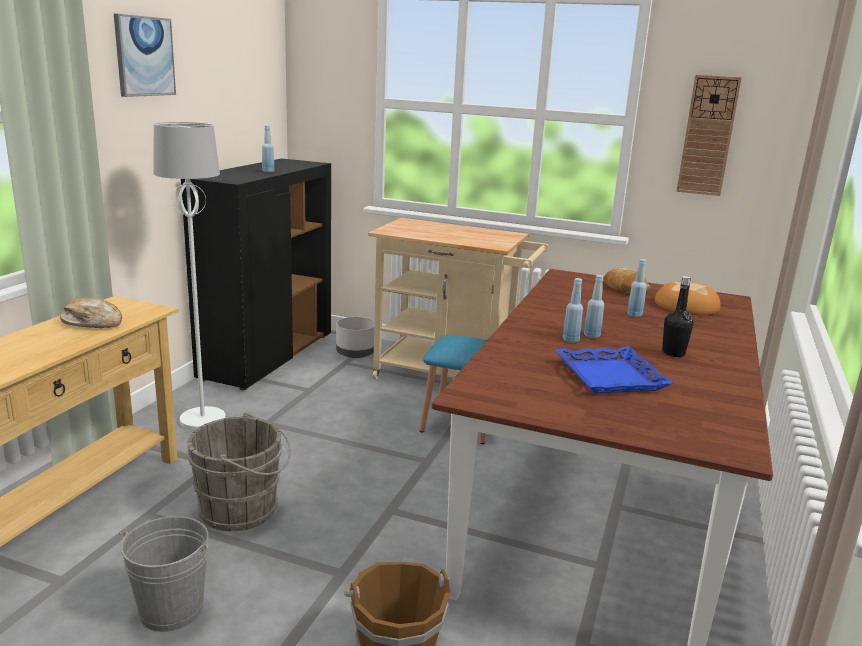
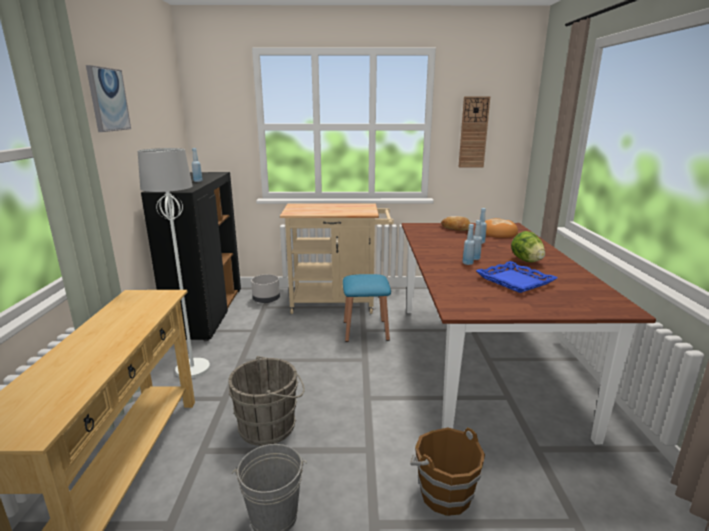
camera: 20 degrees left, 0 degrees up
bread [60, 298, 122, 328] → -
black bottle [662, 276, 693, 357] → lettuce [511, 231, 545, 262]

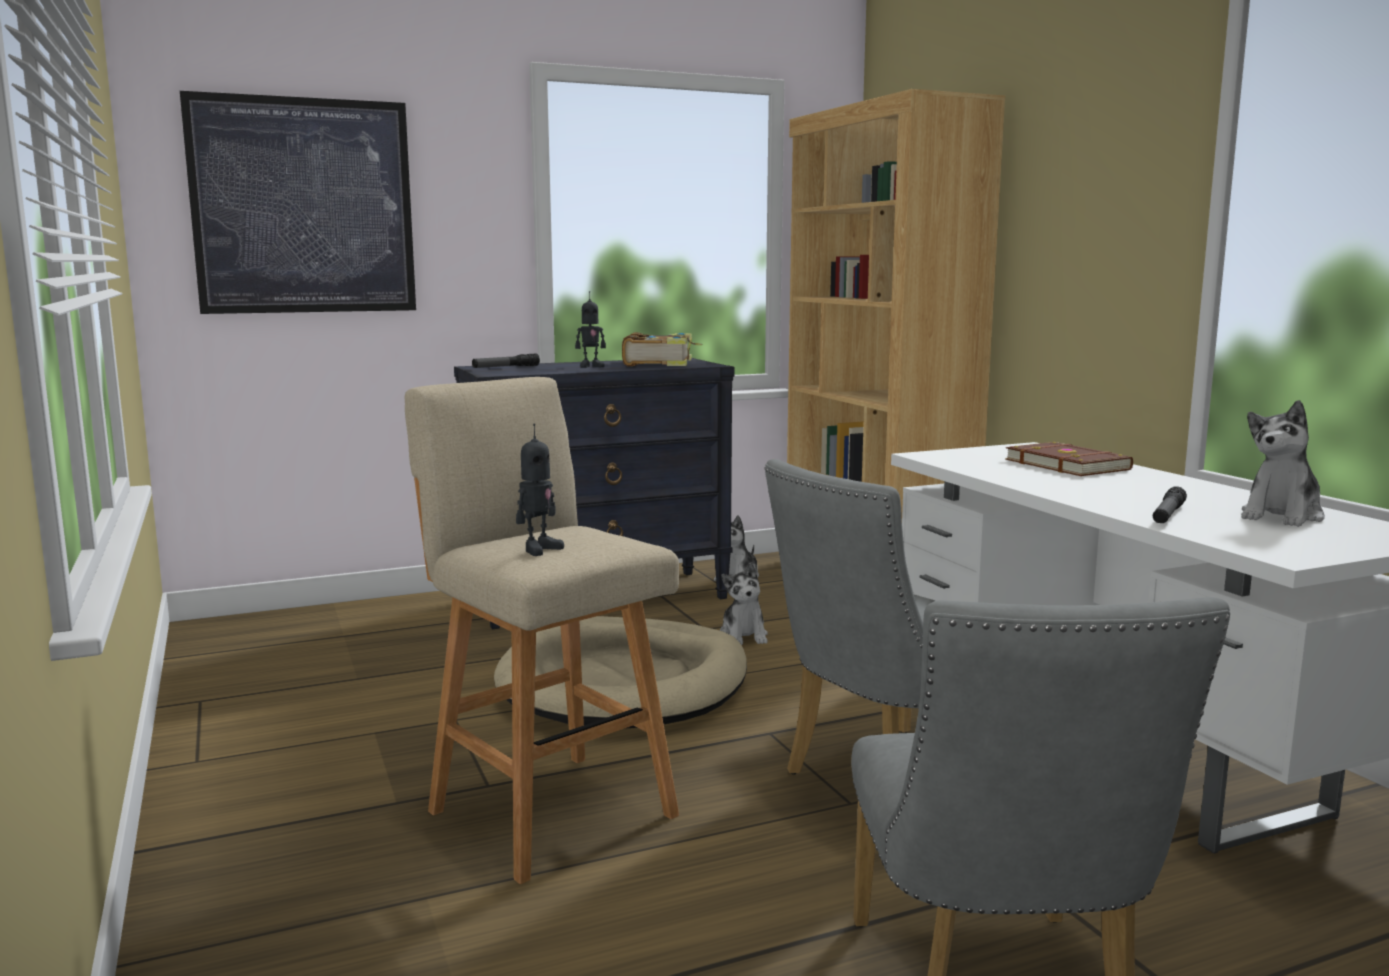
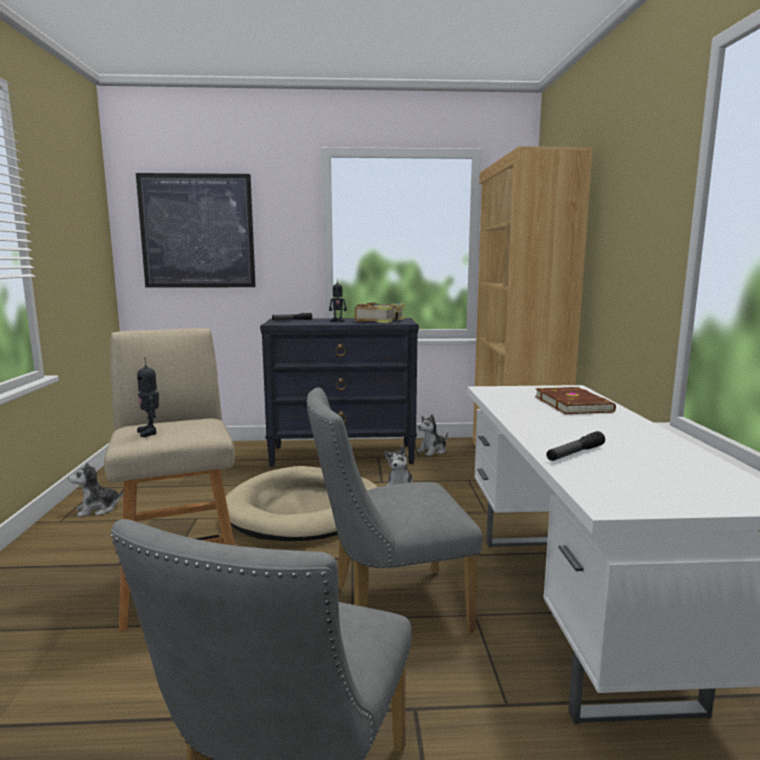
camera: 20 degrees right, 0 degrees up
plush toy [1241, 400, 1325, 527] → plush toy [68, 462, 123, 517], relocated
toy robot [516, 424, 564, 556] → toy robot [137, 357, 159, 437], 90 degrees clockwise

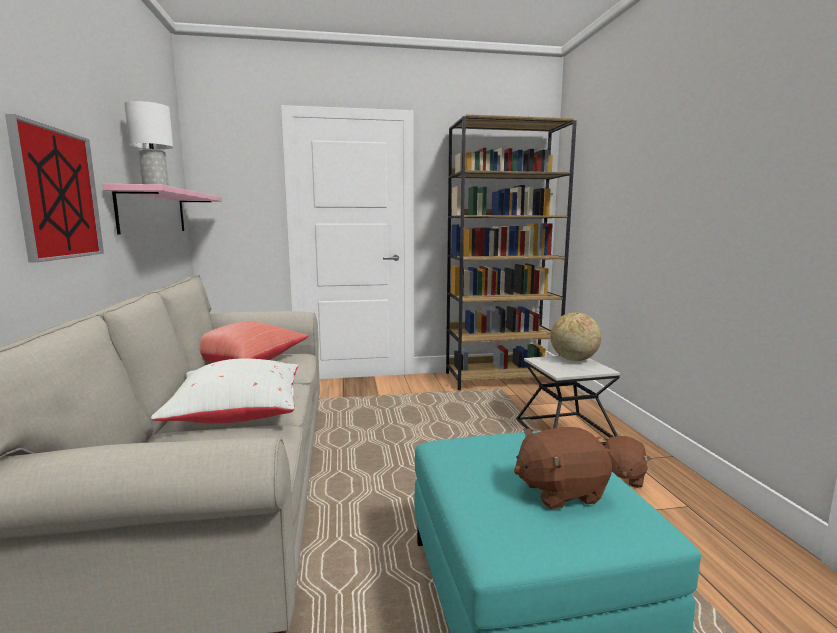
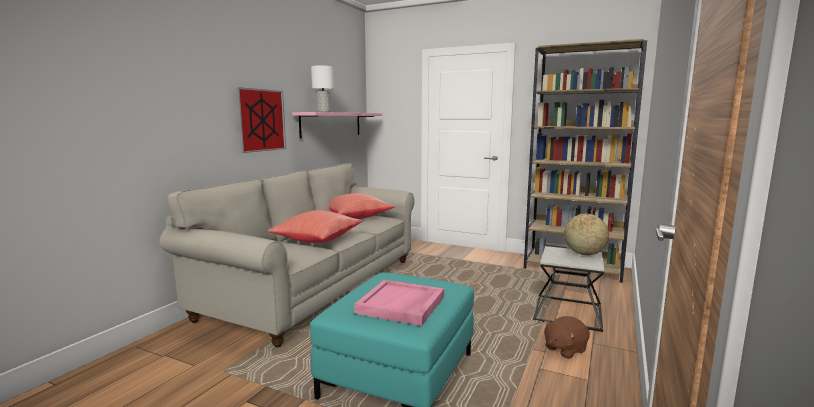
camera: 35 degrees right, 0 degrees up
brown plush toy [514, 427, 612, 509] → pink tray [354, 280, 444, 326]
white pillow [151, 358, 298, 423] → red pillow [268, 210, 362, 243]

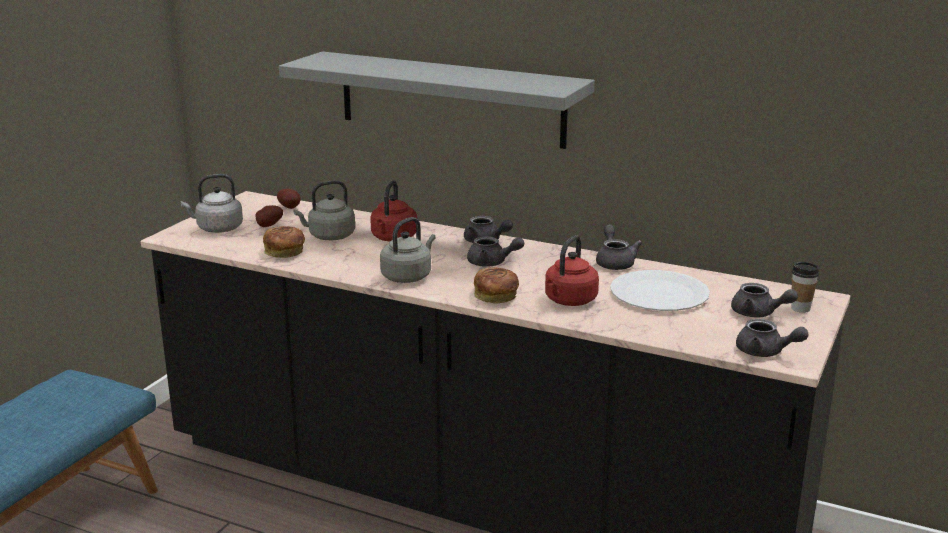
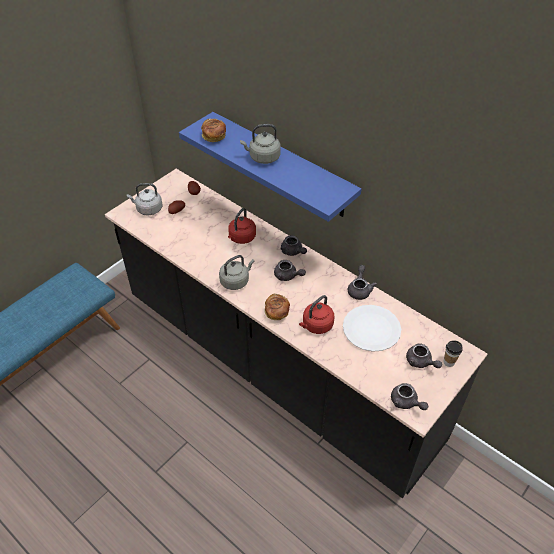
camera: 15 degrees right, 25 degrees up
bread [263, 226, 305, 258] → bread [201, 119, 226, 142], relocated
grey kettle [294, 180, 355, 240] → grey kettle [240, 124, 281, 164], relocated
grey shelf [279, 51, 595, 149] → blue shelf [179, 112, 362, 222]

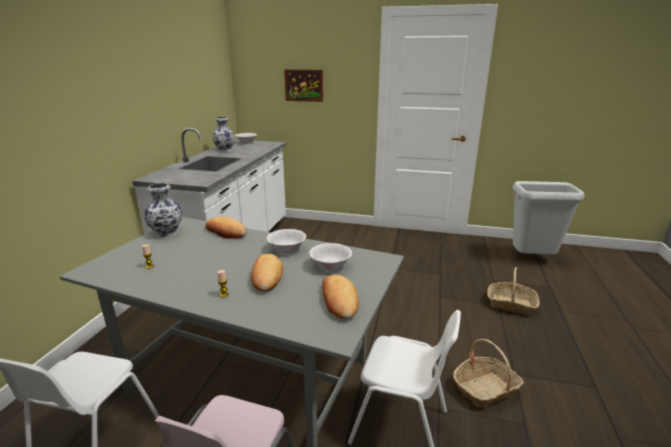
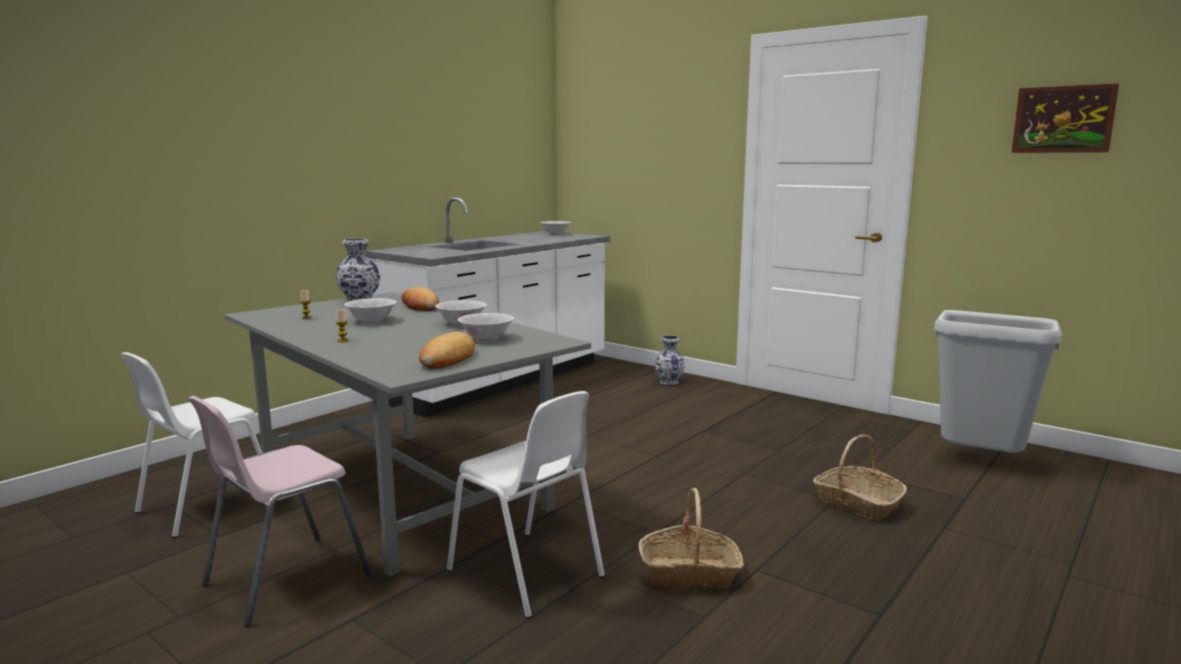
camera: 25 degrees right, 10 degrees down
bread [251, 254, 283, 292] → -
- → white bowl [344, 298, 397, 323]
vase [212, 117, 235, 152] → vase [655, 335, 685, 385], relocated
picture [284, 69, 323, 102] → picture [1011, 83, 1119, 153], relocated

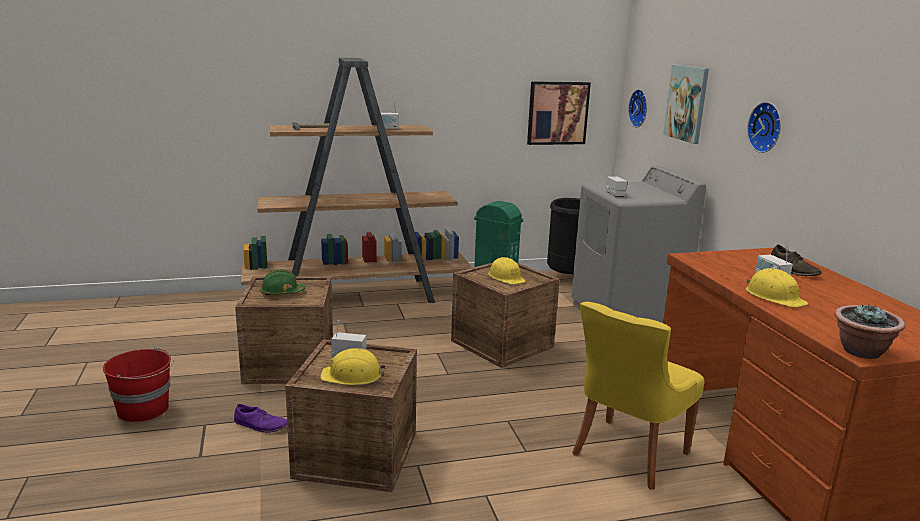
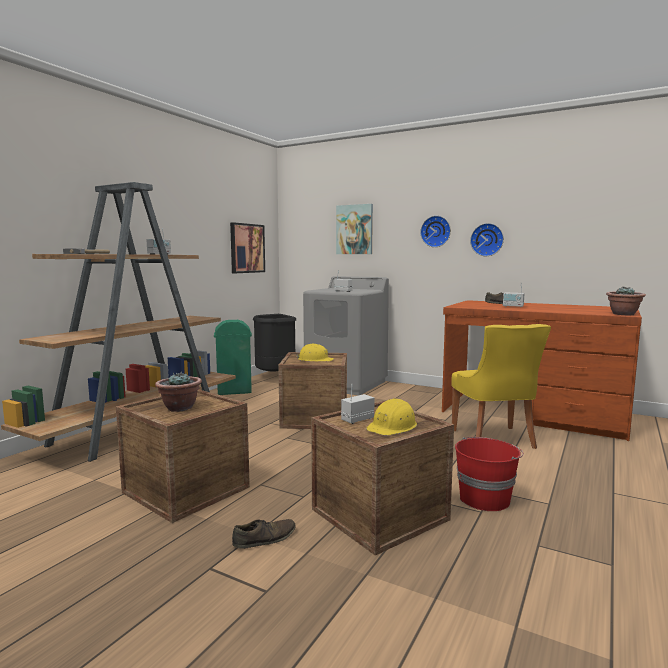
camera: 45 degrees left, 10 degrees down
yellow hard hat [746, 268, 808, 307] → -
red bucket [103, 348, 174, 422] → red bucket [455, 437, 524, 511], relocated
wall clock [628, 89, 647, 127] → wall clock [470, 223, 504, 256], relocated
green hard hat [260, 269, 305, 295] → potted plant [155, 371, 202, 412]
purple shoe [234, 404, 287, 433] → brown shoe [232, 519, 296, 549]

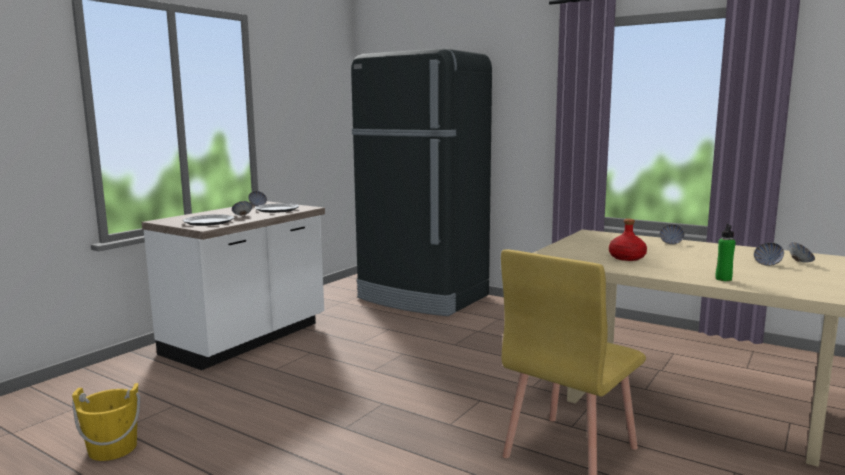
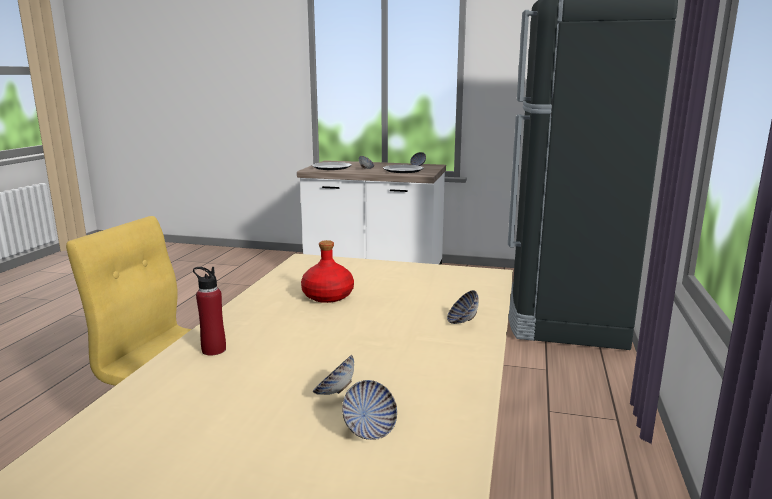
camera: 70 degrees right, 5 degrees up
yellow bucket [72, 383, 140, 461] → -
green bottle [715, 224, 736, 281] → red bottle [193, 267, 226, 355]

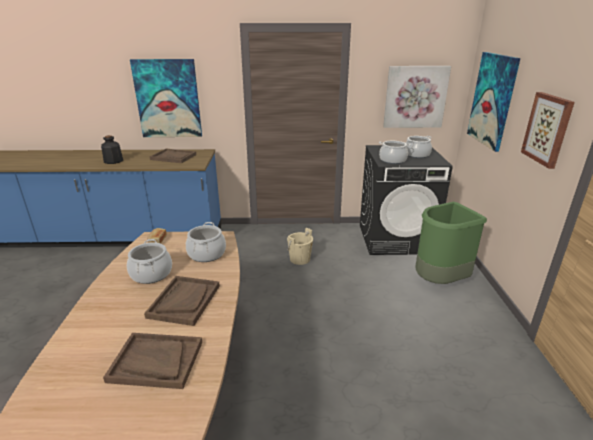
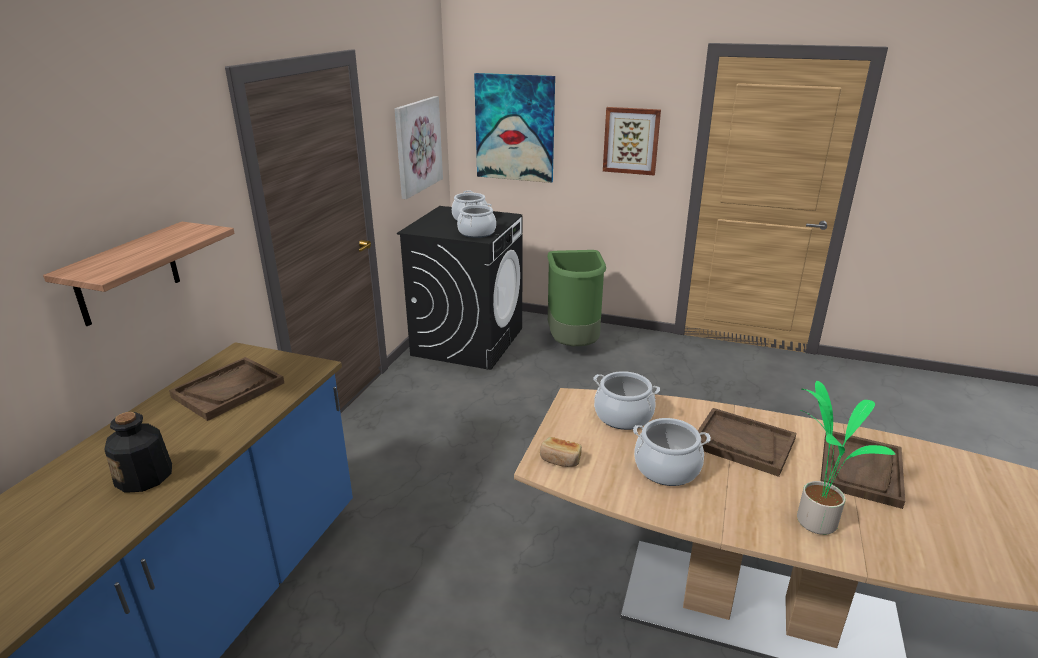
camera: 70 degrees left, 0 degrees up
beige bucket [287, 228, 313, 265] → -
- → potted plant [797, 381, 896, 535]
picture [130, 59, 202, 137] → shelf [43, 222, 235, 326]

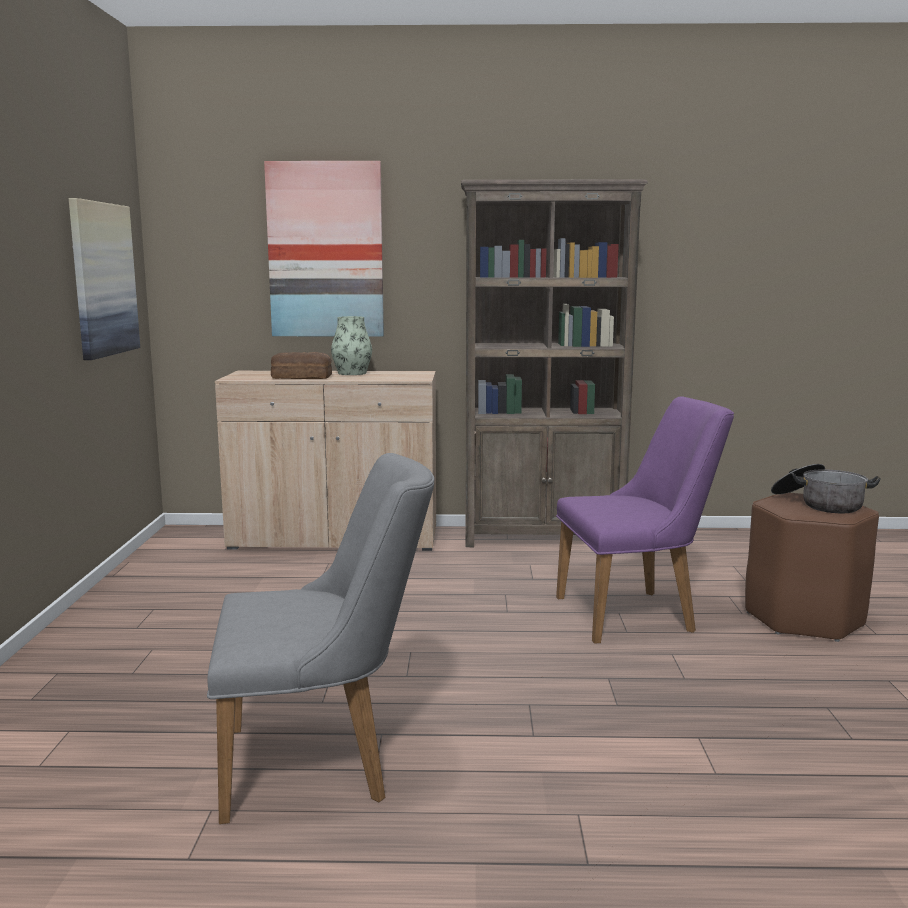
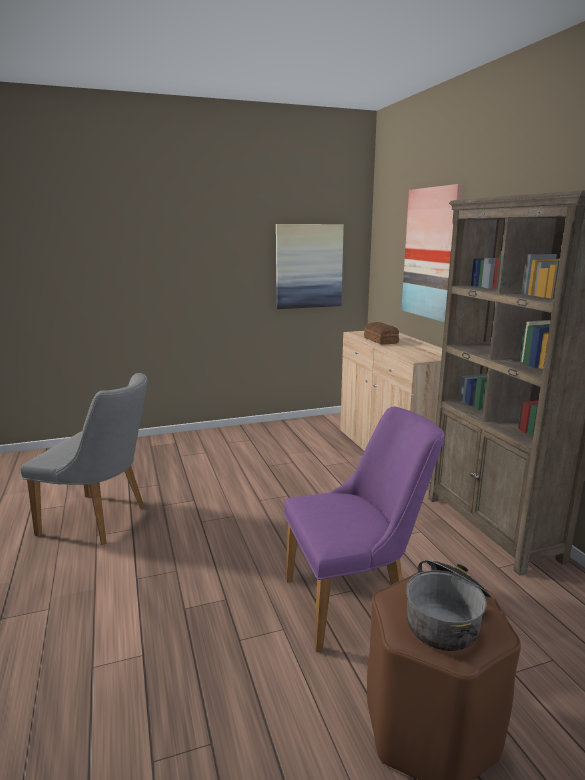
camera: 70 degrees right, 5 degrees up
vase [331, 316, 372, 375] → -
grey chair [207, 453, 435, 824] → grey chair [20, 373, 147, 545], 45 degrees counterclockwise
purple chair [556, 396, 734, 644] → purple chair [283, 406, 445, 652], 75 degrees counterclockwise

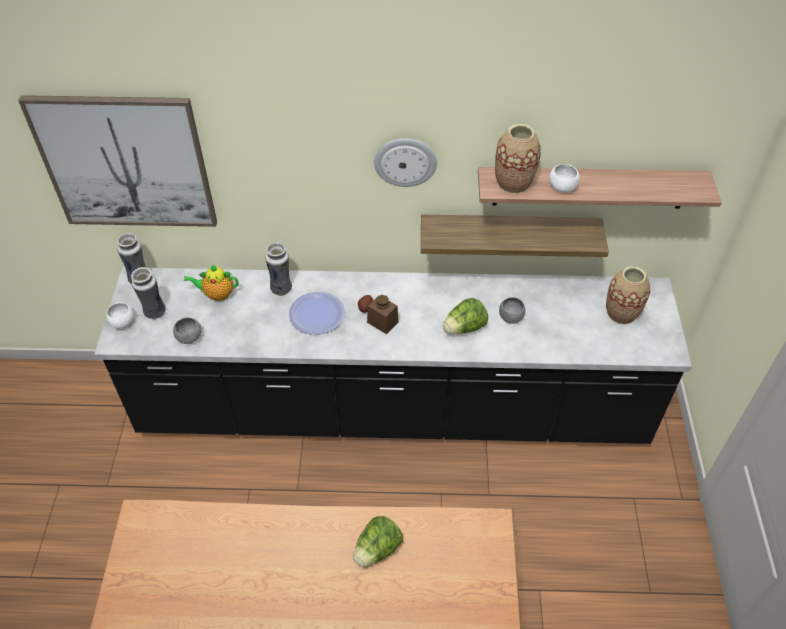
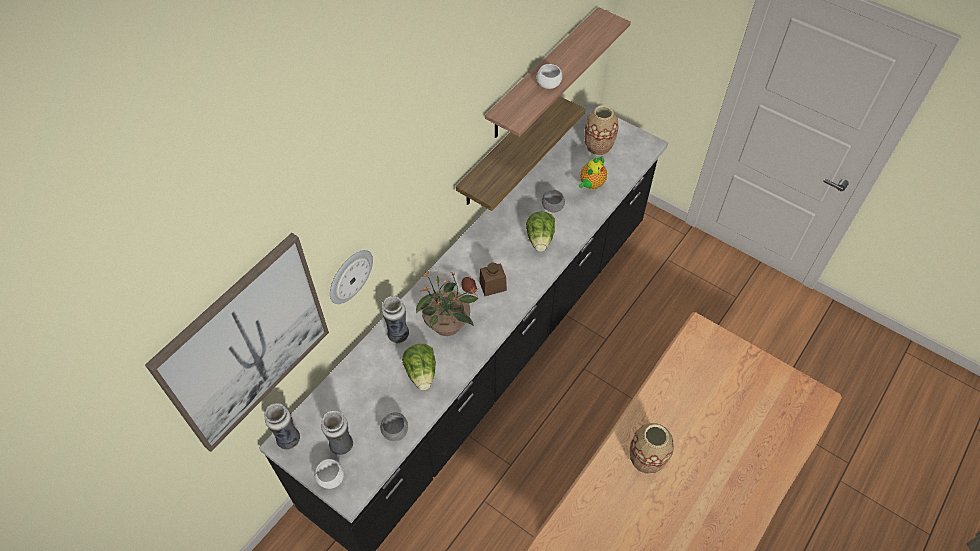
camera: 55 degrees left, 5 degrees up
teapot [184, 265, 239, 301] → teapot [579, 157, 607, 189], relocated
lettuce [353, 516, 403, 567] → lettuce [402, 344, 436, 390], relocated
wall clock [374, 139, 437, 187] → wall clock [330, 250, 373, 304], relocated
vase [495, 124, 541, 194] → vase [630, 423, 674, 474], relocated
plate [289, 292, 345, 335] → potted plant [416, 270, 478, 336]

